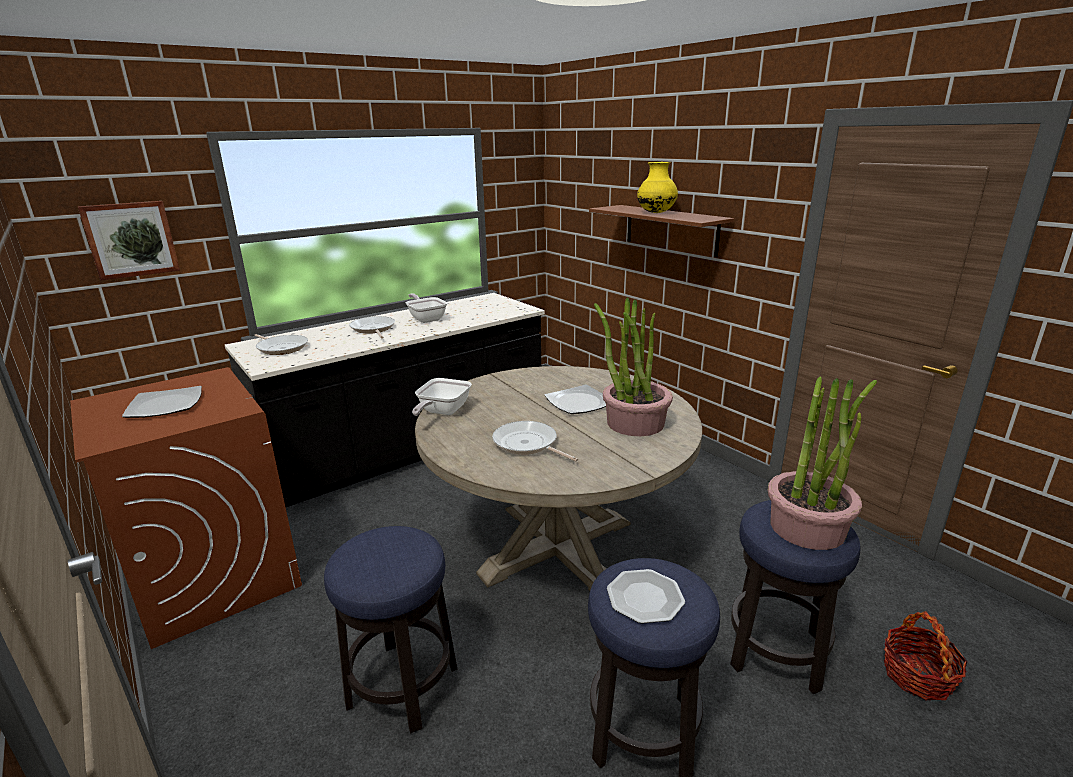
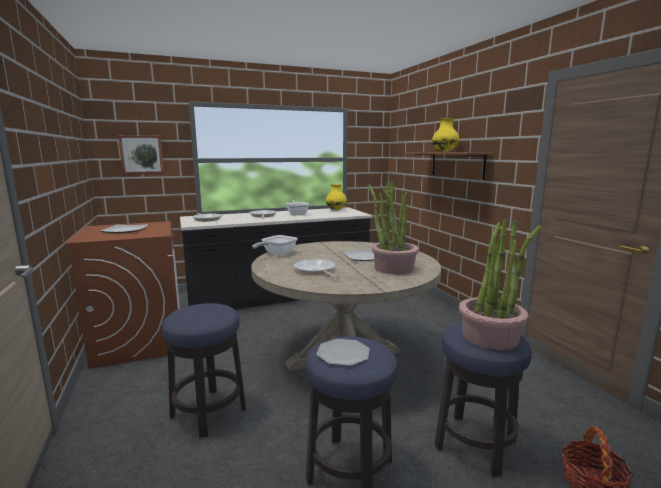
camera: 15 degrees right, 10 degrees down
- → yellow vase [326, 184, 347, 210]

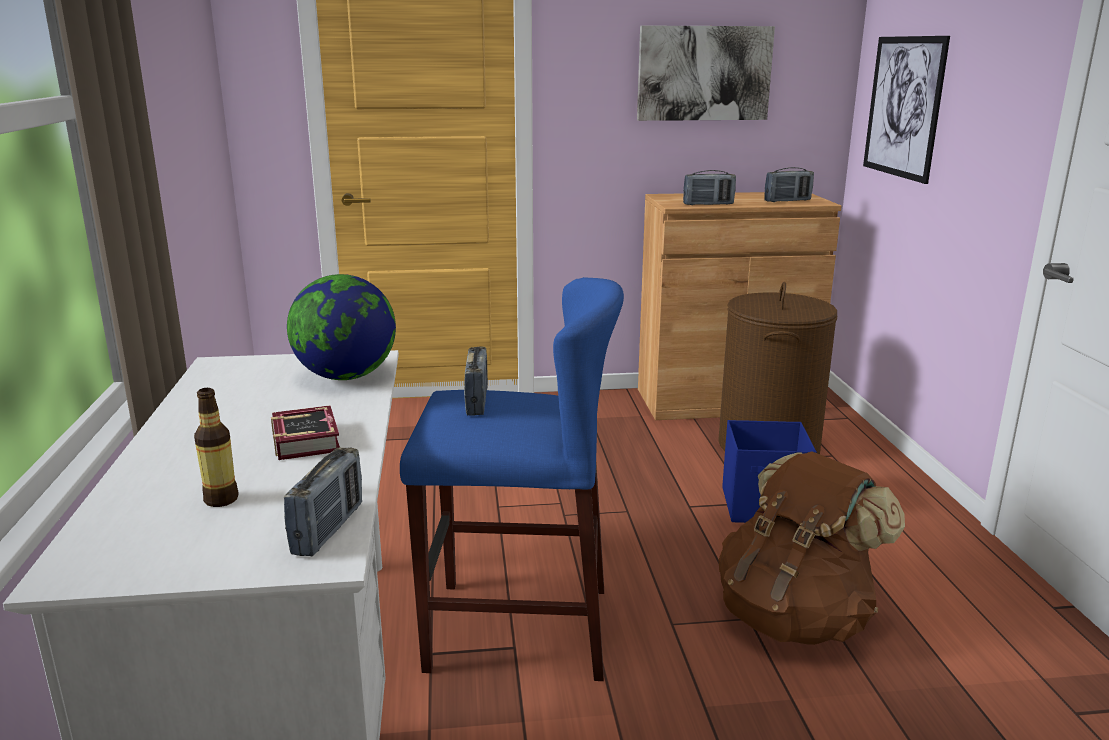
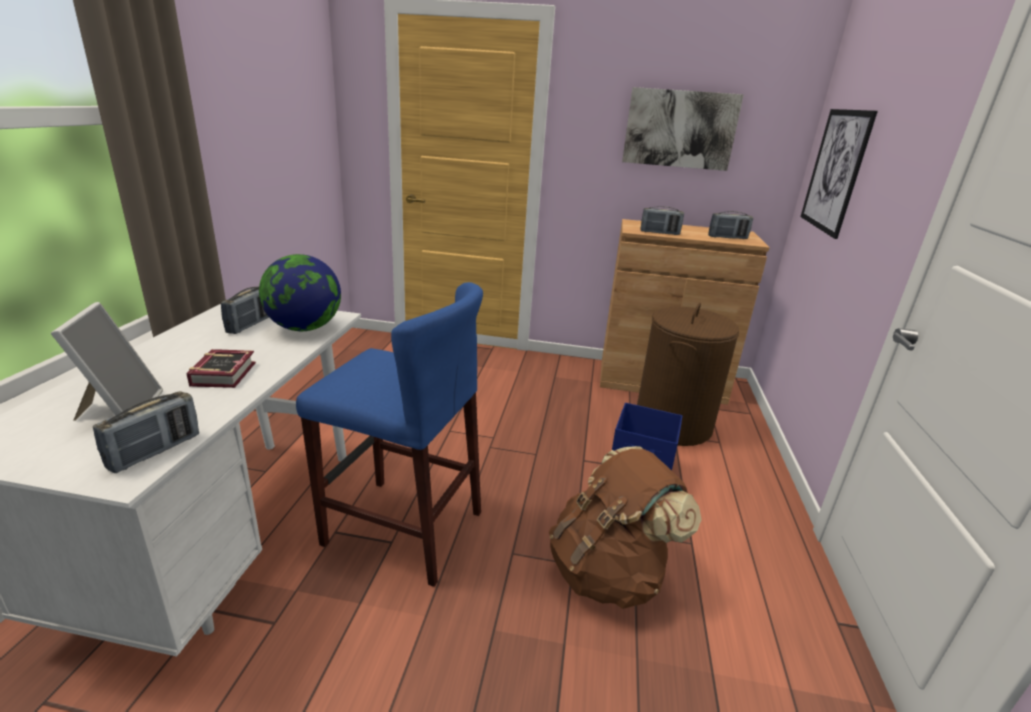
camera: 15 degrees right, 5 degrees up
radio [464, 346, 488, 416] → radio [221, 286, 269, 334], relocated
bottle [194, 388, 239, 507] → picture frame [51, 302, 163, 421]

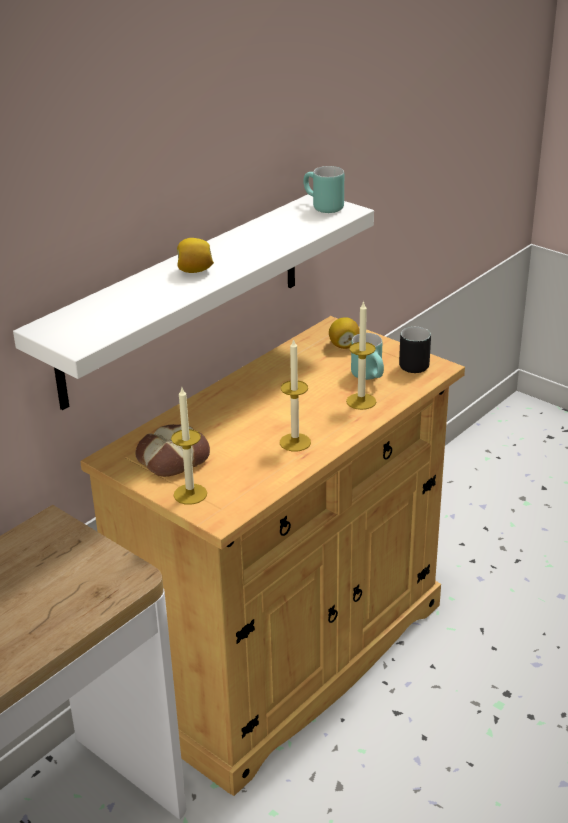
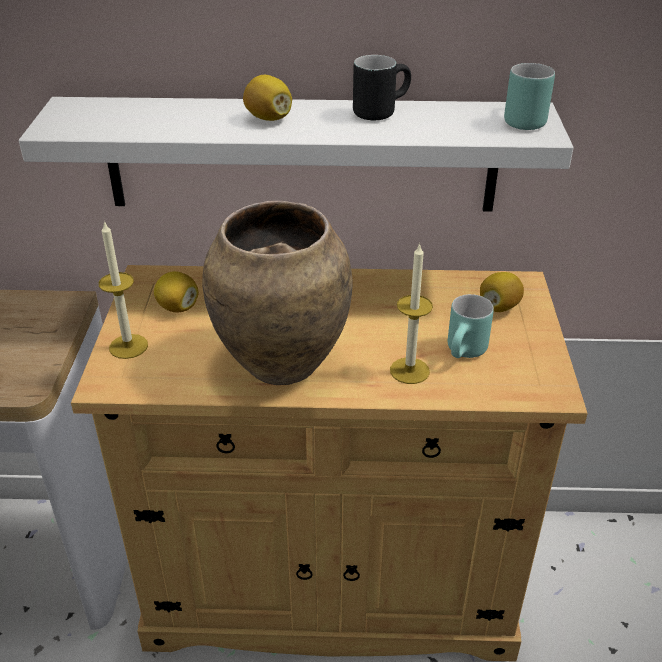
camera: 50 degrees right, 5 degrees up
black mug [399, 327, 431, 373] → black mug [353, 55, 411, 120], relocated
bread [136, 424, 210, 477] → lemon [154, 271, 199, 313]
candle [280, 338, 311, 452] → brown vase [203, 201, 352, 385]

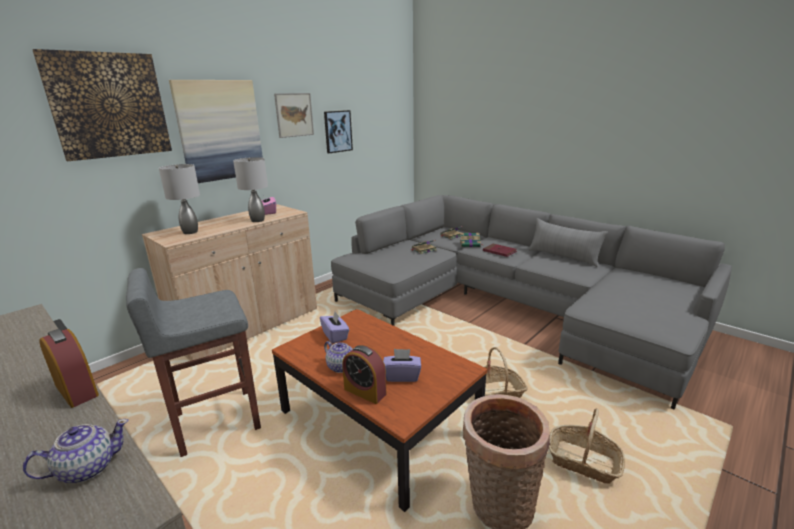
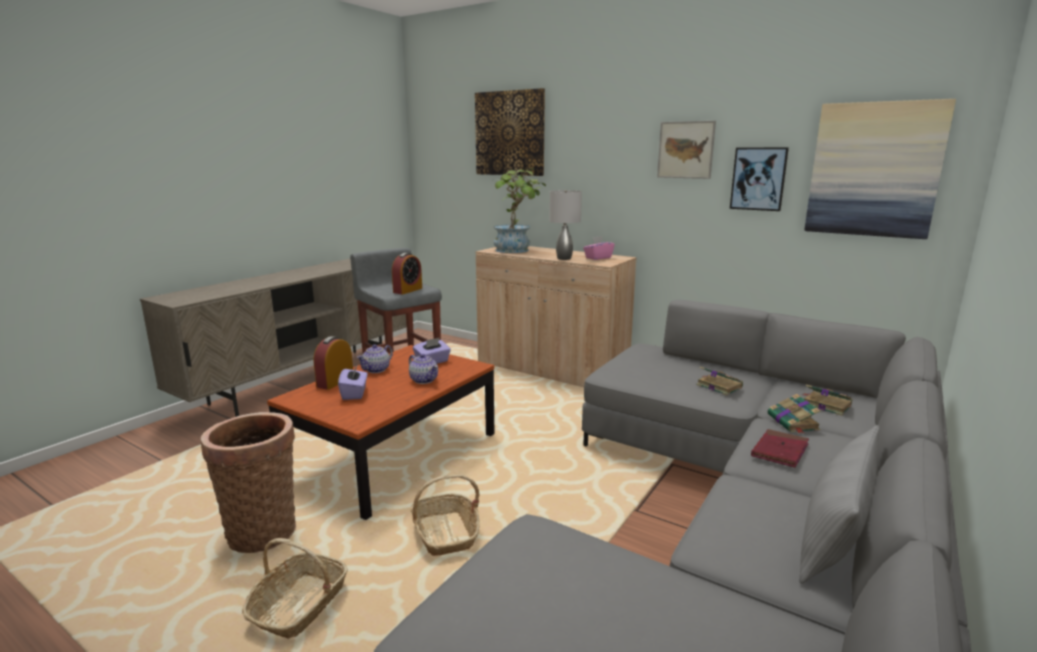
camera: 80 degrees right, 5 degrees down
teapot [23, 419, 129, 483] → teapot [409, 354, 438, 384], relocated
alarm clock [39, 329, 99, 408] → alarm clock [392, 253, 422, 294], relocated
picture [169, 80, 263, 183] → picture [804, 99, 956, 239], relocated
grey table lamp [159, 164, 200, 234] → potted plant [494, 168, 546, 253]

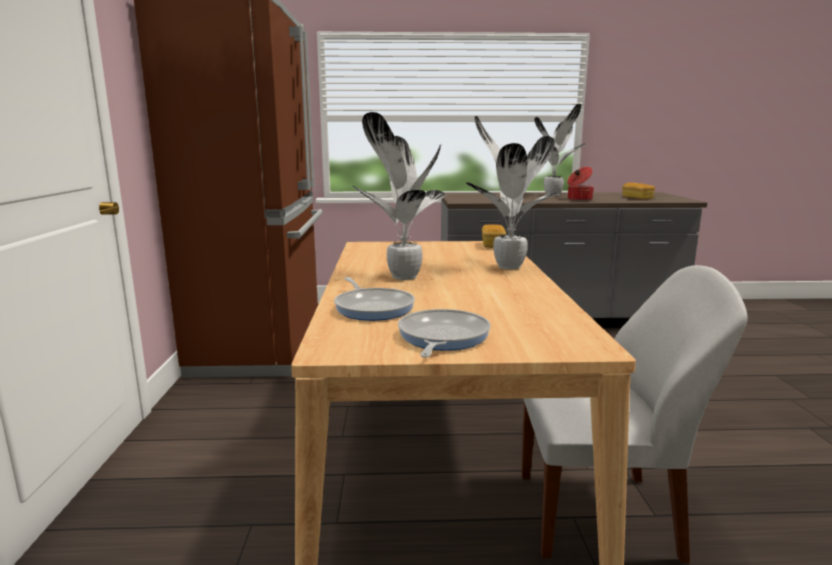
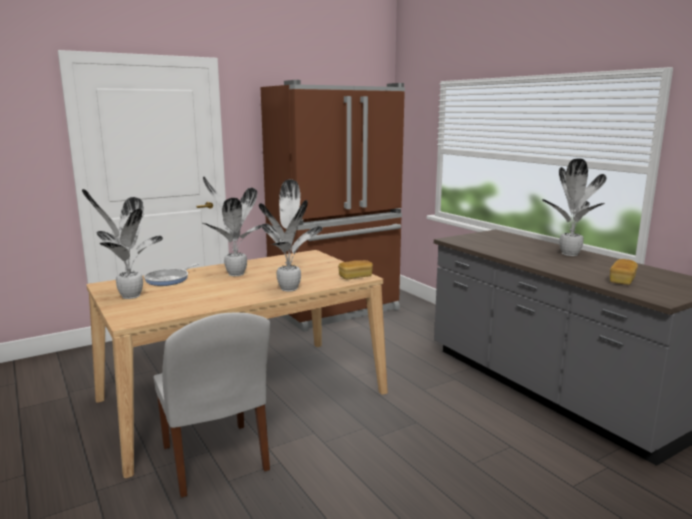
camera: 60 degrees right, 0 degrees up
cooking pot [567, 167, 594, 201] → -
frying pan [398, 309, 491, 358] → potted plant [82, 189, 163, 299]

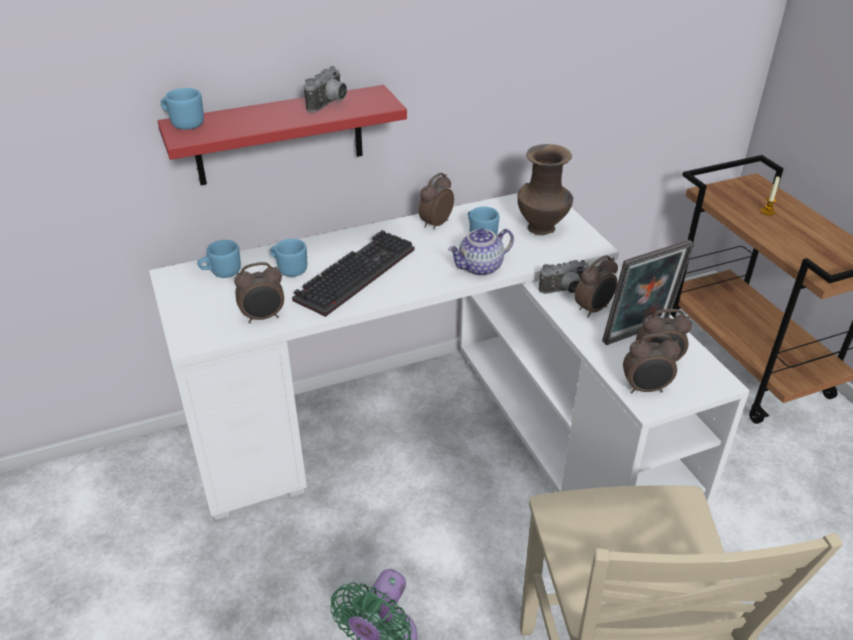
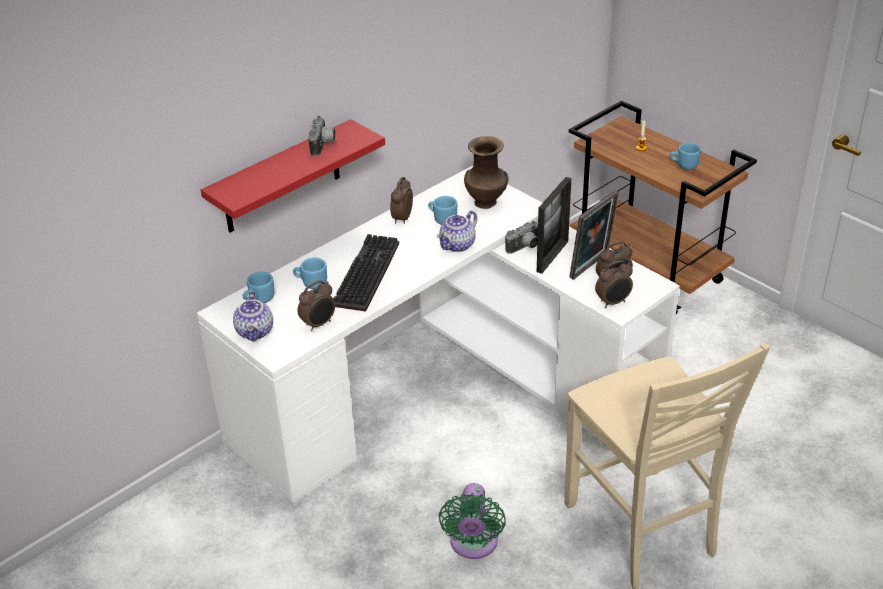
camera: 20 degrees left, 0 degrees up
- → teapot [233, 291, 273, 341]
blue mug [161, 88, 204, 130] → blue mug [670, 143, 701, 170], relocated
alarm clock [575, 255, 618, 317] → picture frame [537, 177, 571, 274]

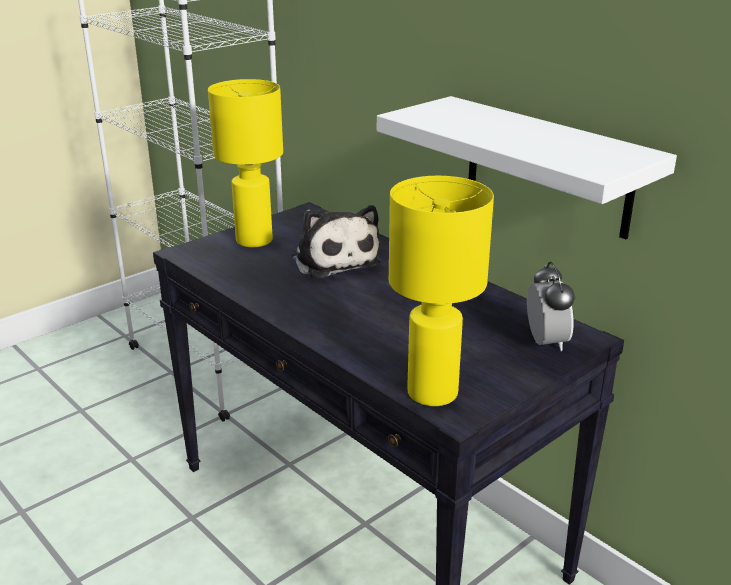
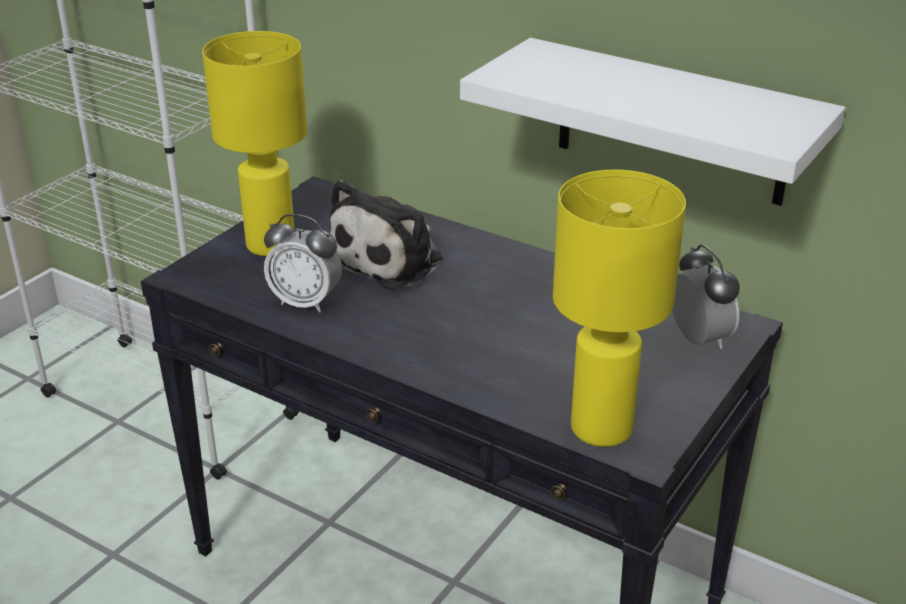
camera: 15 degrees left, 5 degrees up
- → alarm clock [264, 214, 342, 312]
plush toy [292, 205, 381, 279] → plush toy [329, 180, 443, 289], 75 degrees clockwise

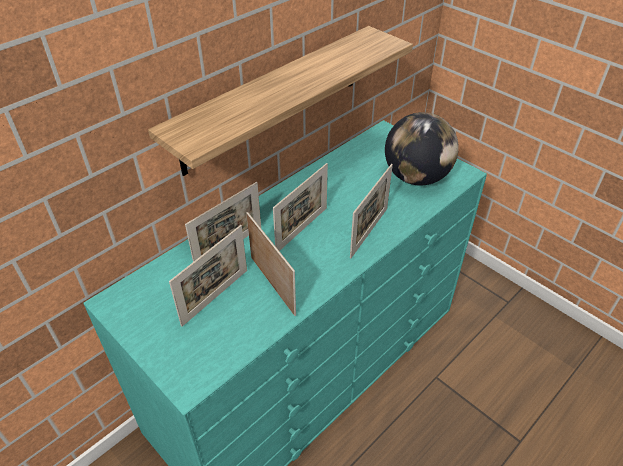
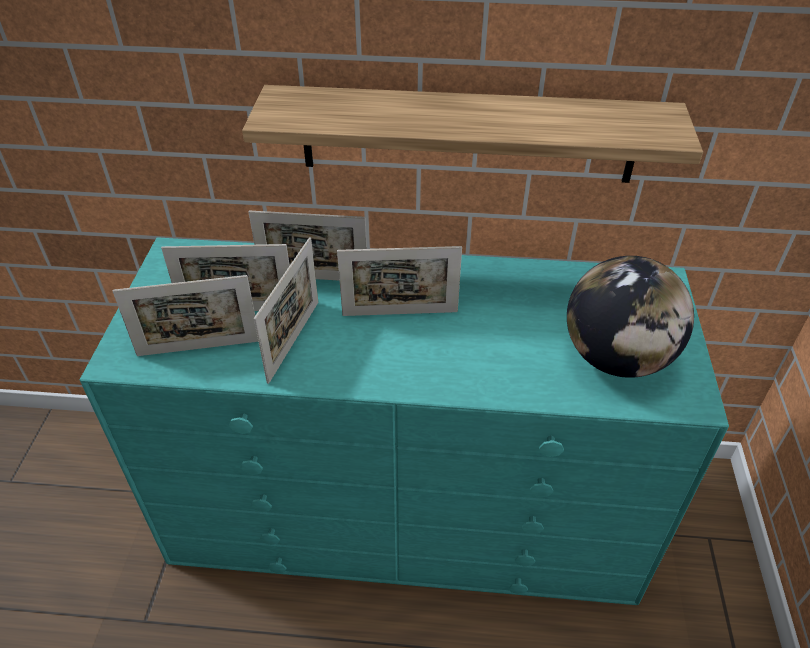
camera: 50 degrees right, 0 degrees up
picture frame [350, 164, 393, 258] → picture frame [112, 275, 258, 356], relocated

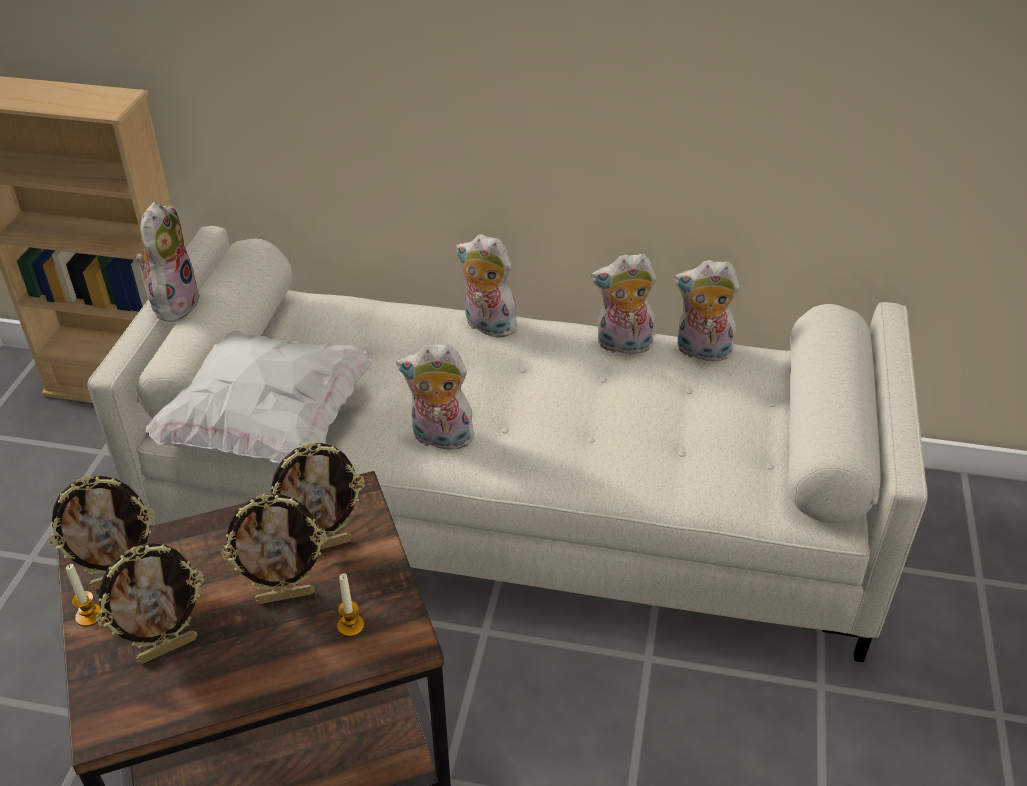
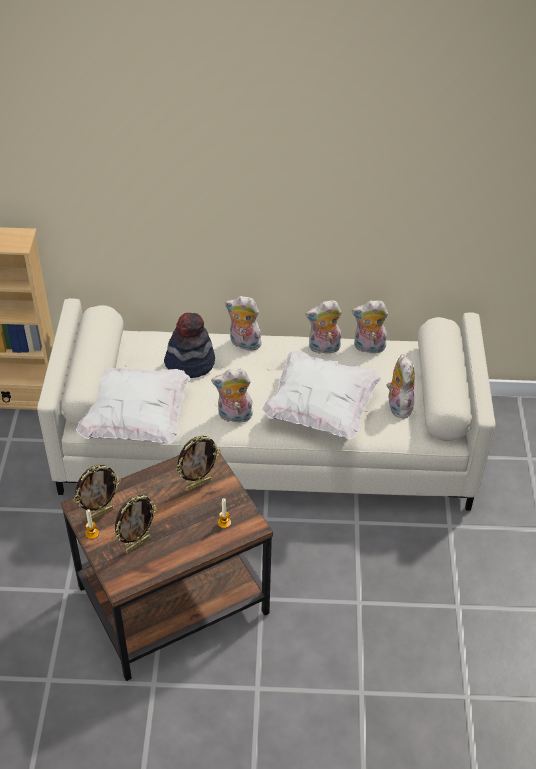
camera: 10 degrees left, 5 degrees up
picture frame [221, 494, 327, 604] → -
- → hat [164, 313, 215, 378]
- → white pillow [262, 350, 381, 439]
plush toy [136, 202, 200, 322] → plush toy [387, 354, 415, 419], relocated

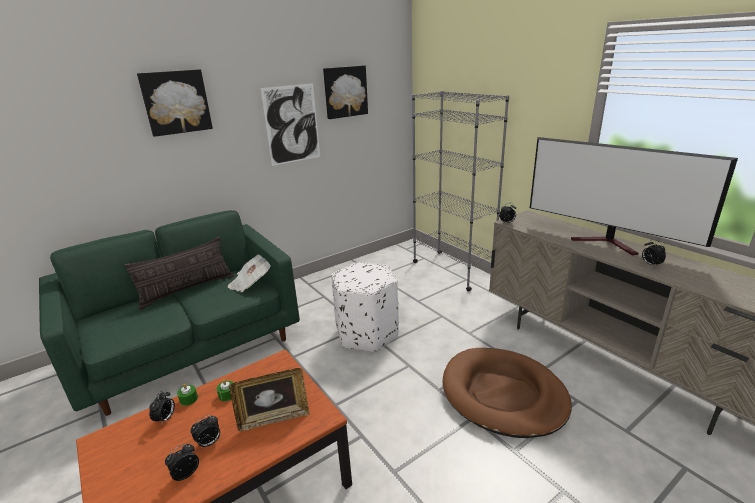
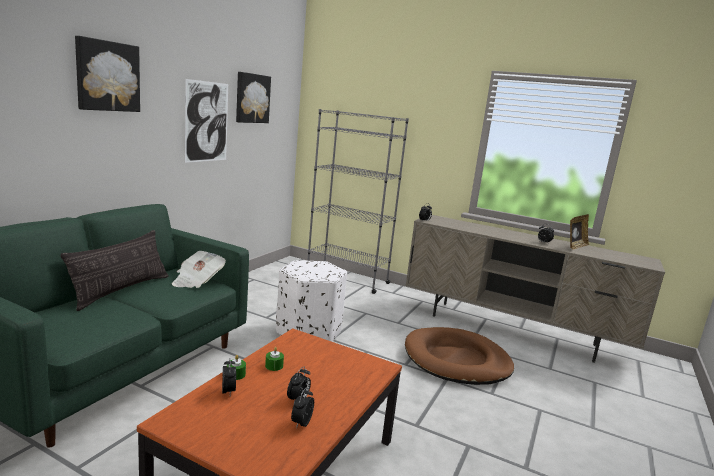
camera: 30 degrees left, 10 degrees down
television [530, 137, 738, 256] → -
picture frame [229, 368, 309, 431] → picture frame [570, 214, 589, 250], relocated

